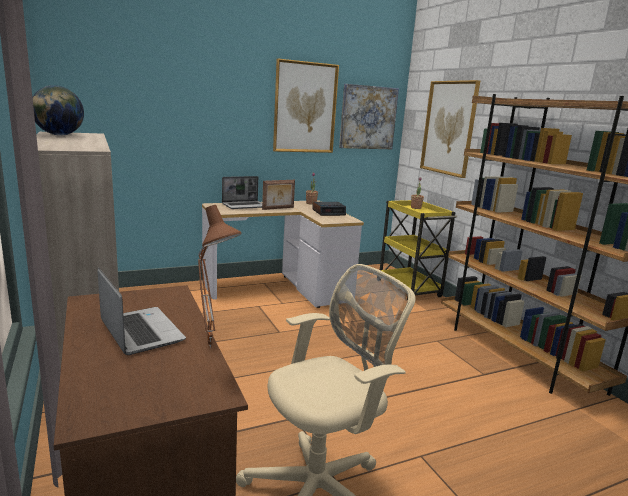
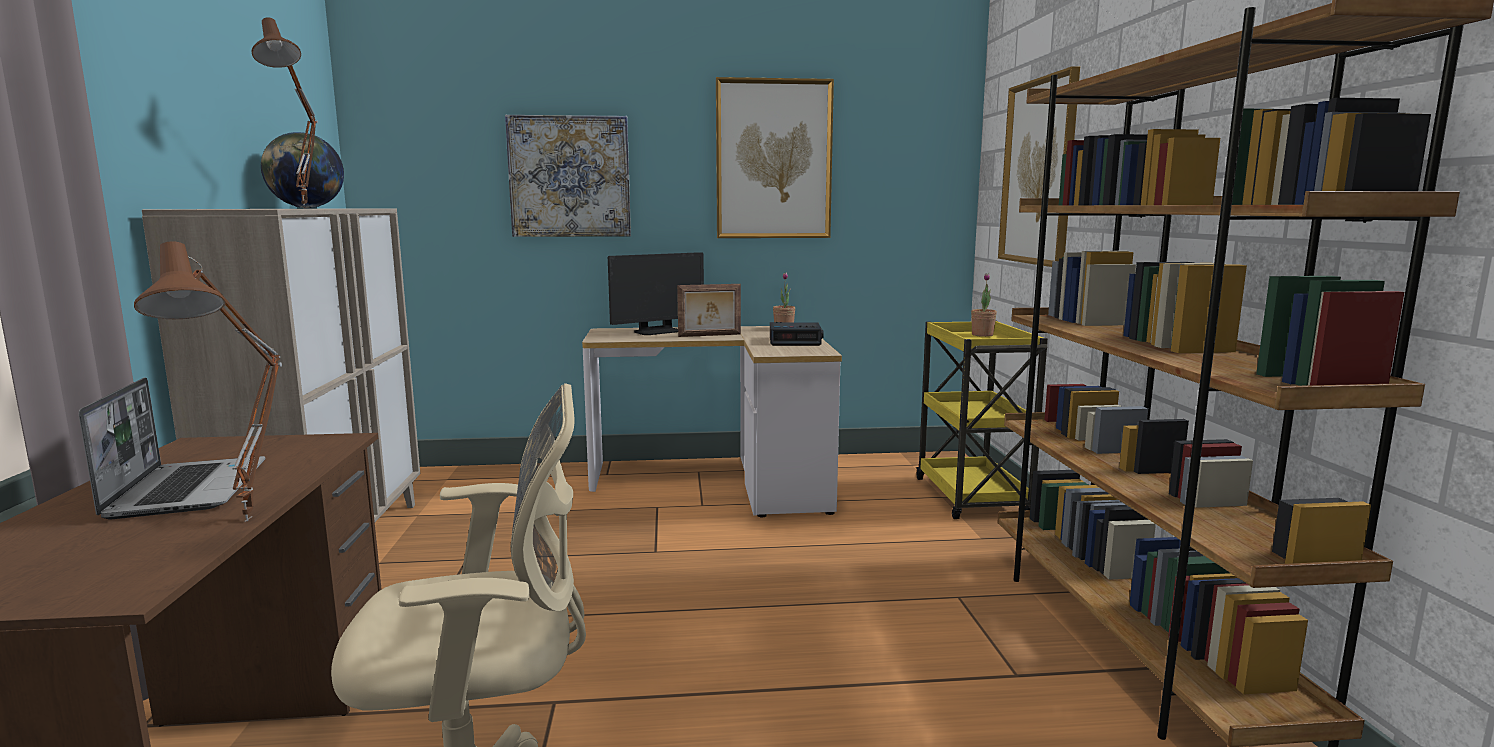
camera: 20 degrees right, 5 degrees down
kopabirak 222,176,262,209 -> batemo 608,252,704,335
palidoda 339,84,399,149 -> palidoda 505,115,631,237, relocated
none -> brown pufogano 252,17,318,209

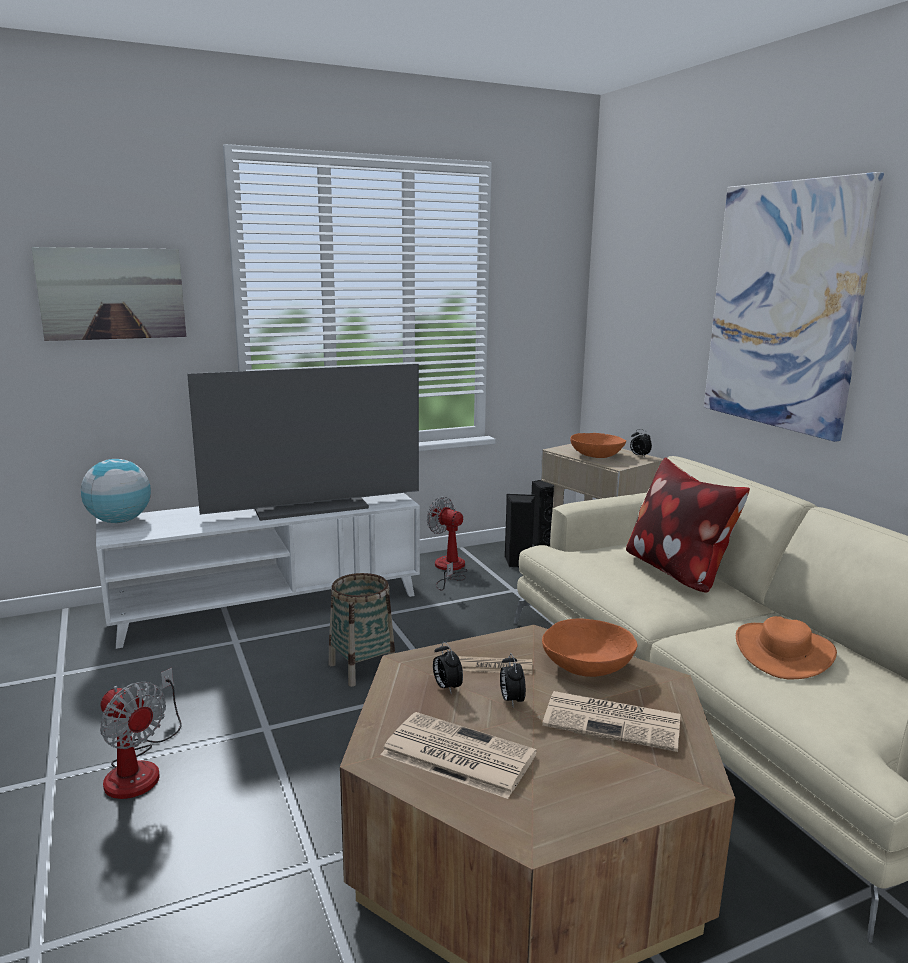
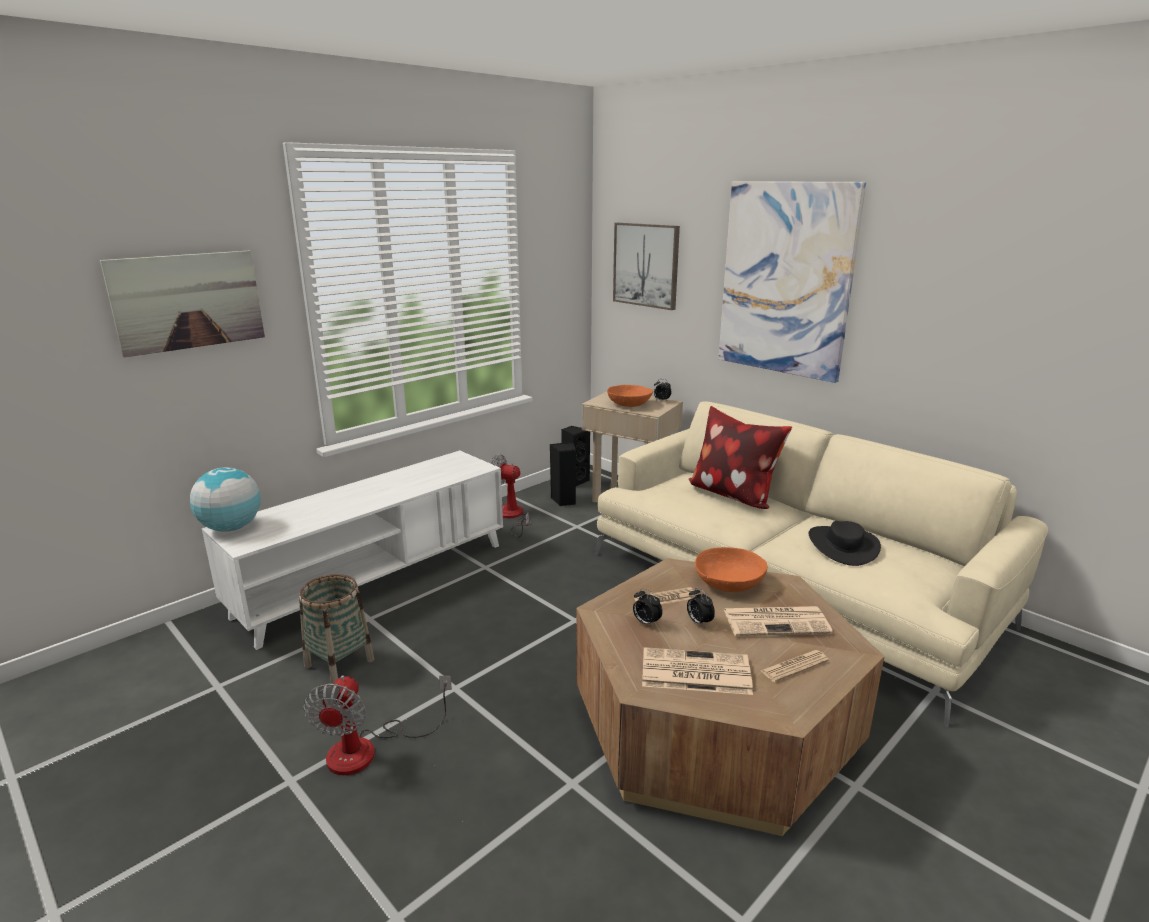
camera: 20 degrees left, 5 degrees up
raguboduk 100,668,182,799 -> raguboduk 304,676,452,775, 75 degrees clockwise
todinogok 187,364,419,521 -> none
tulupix 328,573,395,687 -> tulupix 299,574,374,684, relocated
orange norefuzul 736,616,837,679 -> black norefuzul 809,521,881,566
none -> palidoda 613,223,680,310
none -> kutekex 760,650,829,682

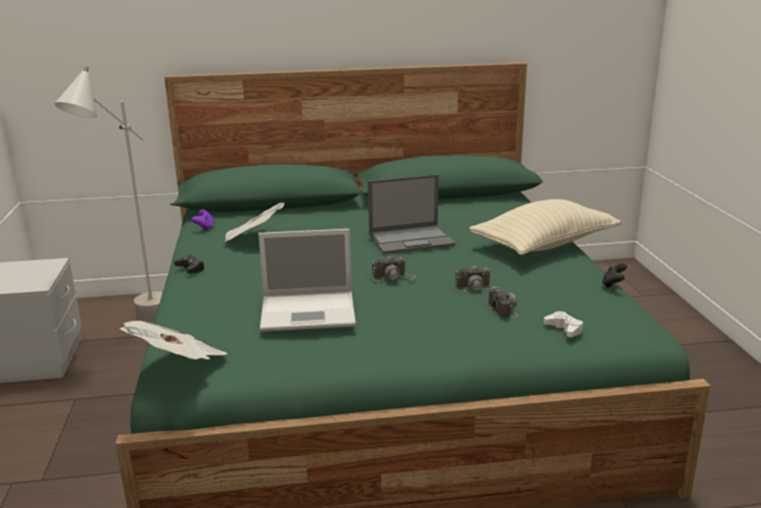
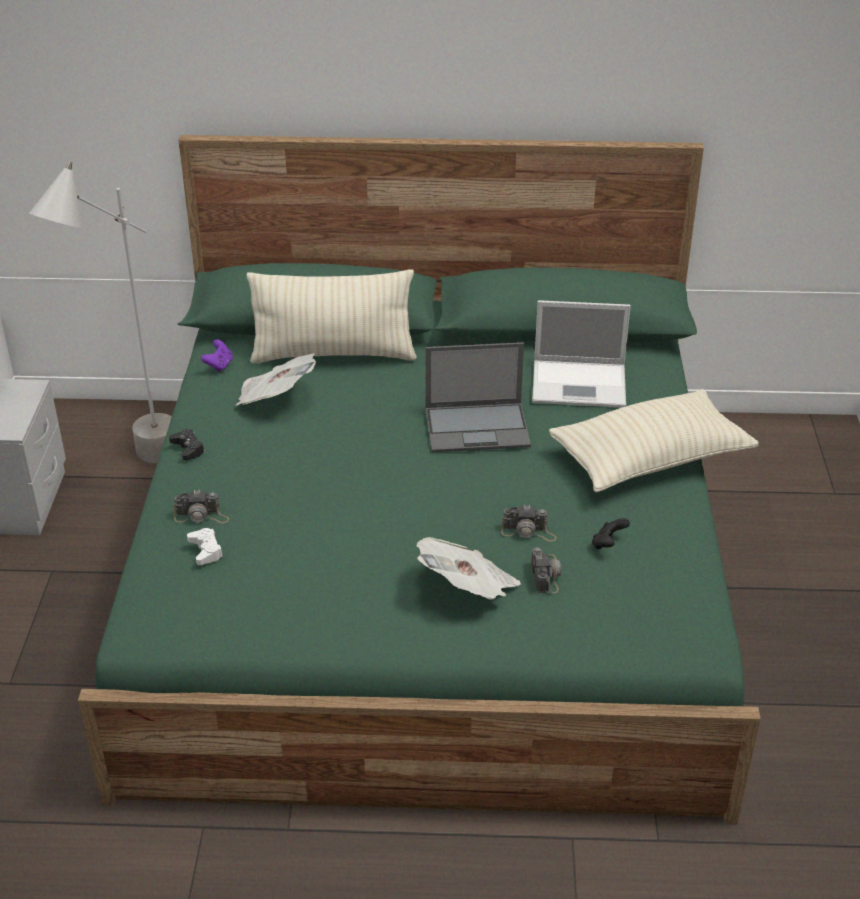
camera: 10 degrees right, 15 degrees up
kutekex 119,321,227,360 -> kutekex 416,537,521,600, relocated
kopabirak 258,229,356,332 -> kopabirak 532,300,631,408, relocated
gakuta 372,255,416,281 -> gakuta 174,489,229,523, relocated
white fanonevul 544,311,583,337 -> white fanonevul 187,528,223,565, relocated
black fanonevul 602,263,627,288 -> black fanonevul 592,518,630,549, relocated
none -> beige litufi 246,270,417,363

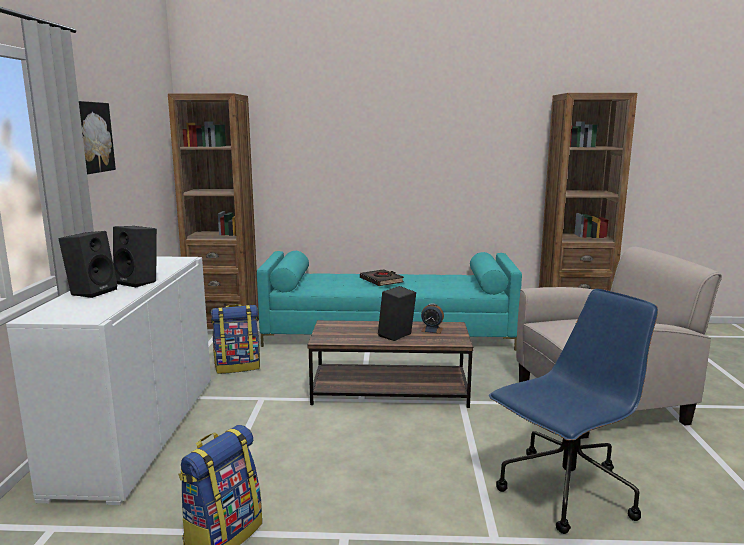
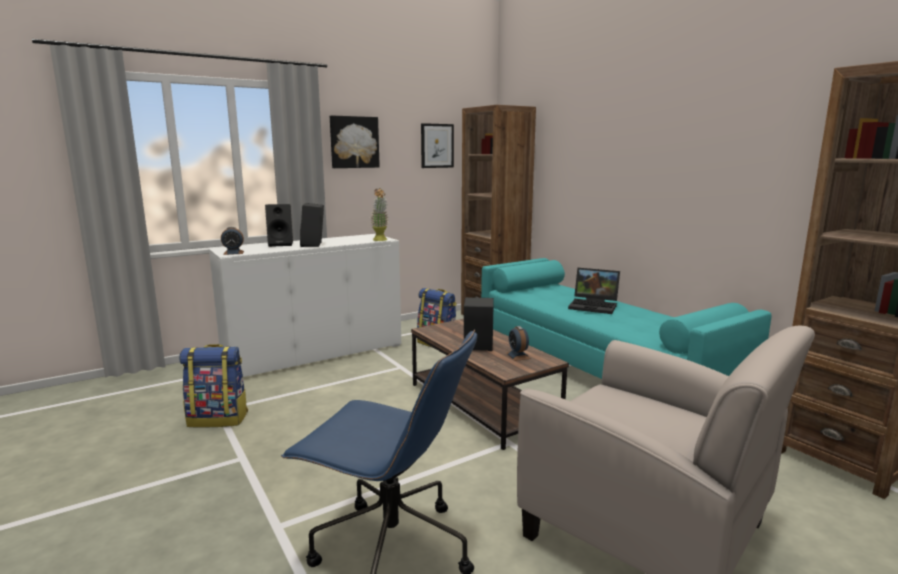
camera: 55 degrees right, 0 degrees up
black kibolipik 360,269,404,286 -> kopabirak 568,268,620,314
none -> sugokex 221,227,244,255
none -> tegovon 370,188,389,241
none -> palidoda 421,123,454,168

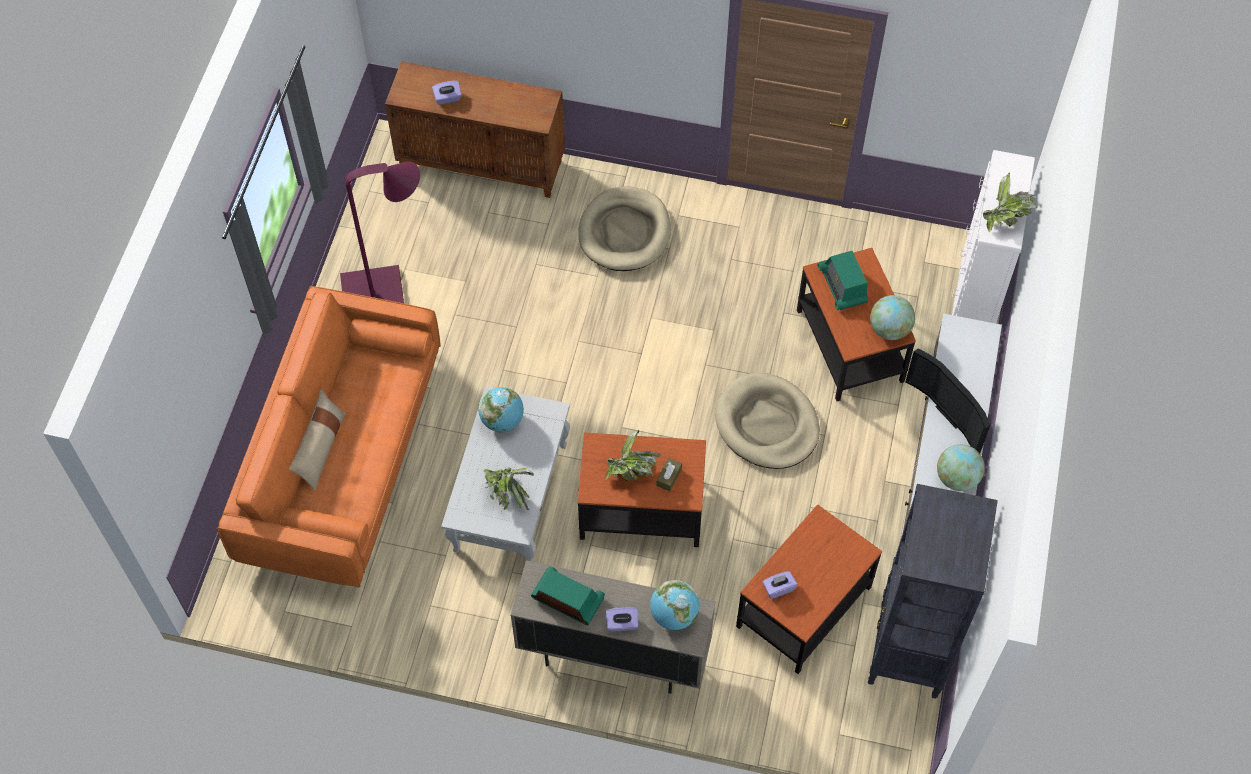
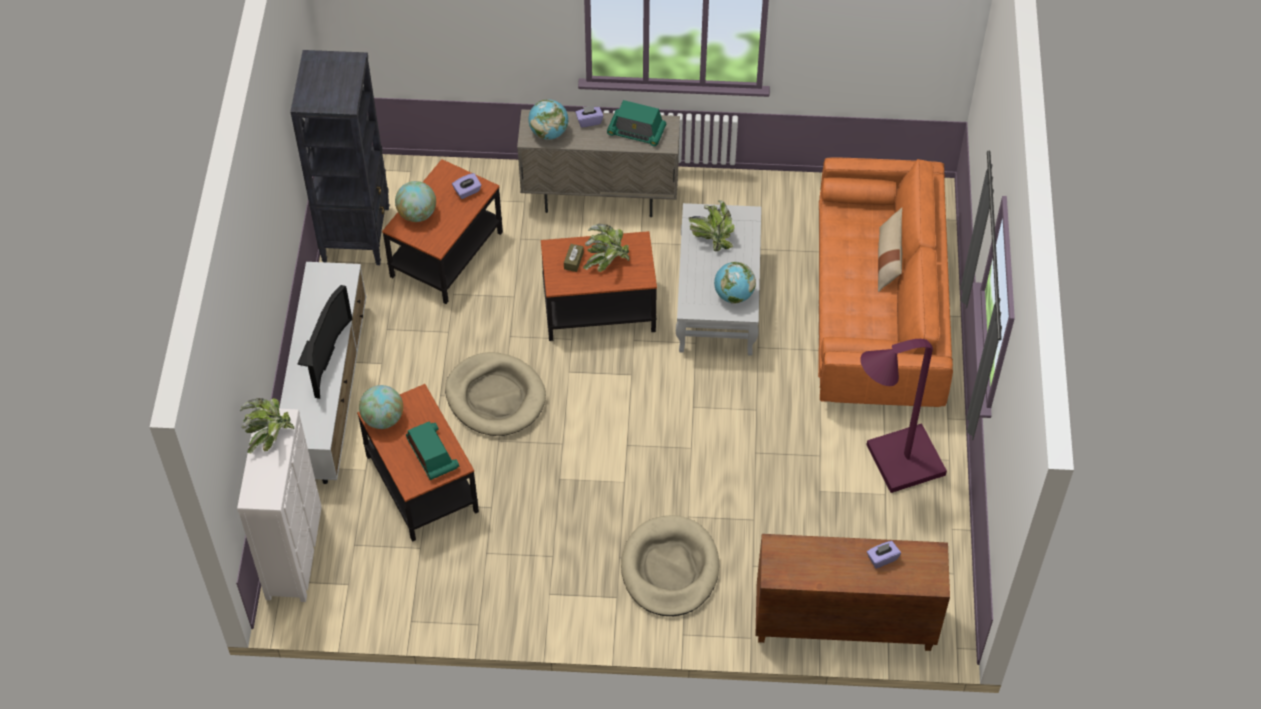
camera: 170 degrees right, 5 degrees down
todinogok 906,349,990,453 -> todinogok 298,285,353,399, 60 degrees clockwise
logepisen 937,444,985,491 -> logepisen 395,181,436,222, relocated

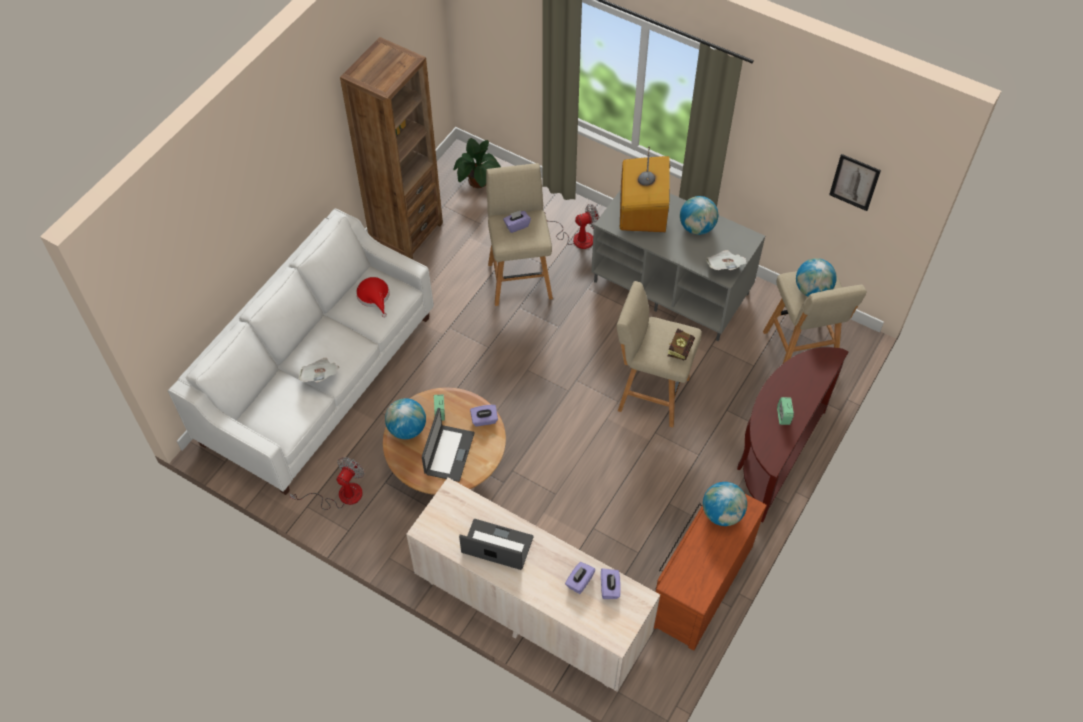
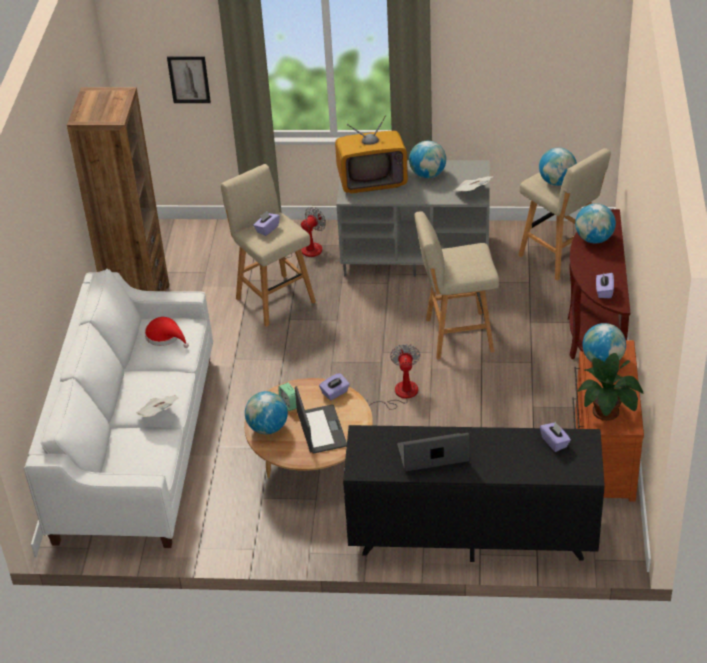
camera: 25 degrees left, 15 degrees down
raguboduk 289,457,364,510 -> raguboduk 365,344,420,410, relocated
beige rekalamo 406,478,660,692 -> black rekalamo 343,425,605,562
tegovon 453,138,501,188 -> tegovon 577,353,643,421, relocated
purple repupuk 565,562,596,594 -> purple repupuk 596,273,614,298, relocated
todinogok 620,146,671,232 -> todinogok 335,115,408,194, 105 degrees clockwise
kibolipik 668,329,695,360 -> none
sugokex 777,397,794,425 -> none
palidoda 829,154,881,211 -> palidoda 167,56,211,103, relocated
none -> logepisen 575,203,616,243

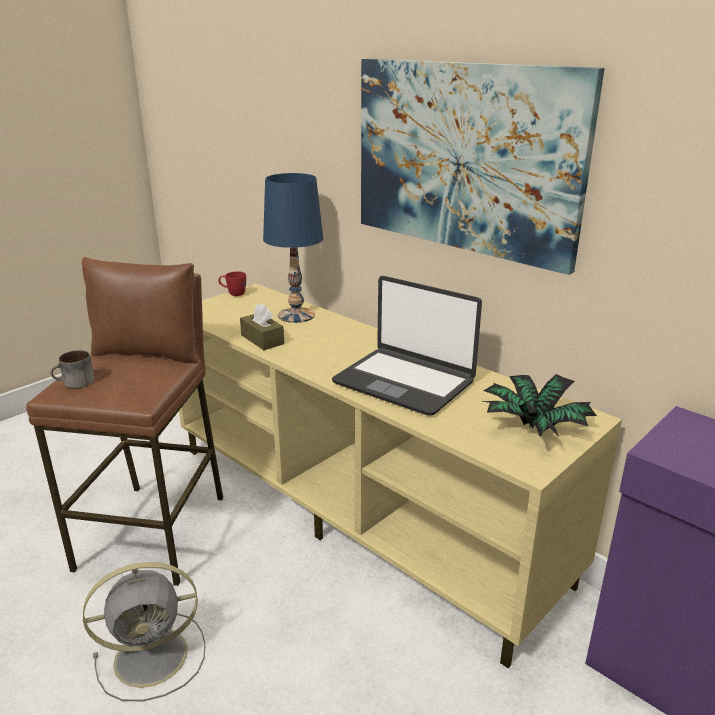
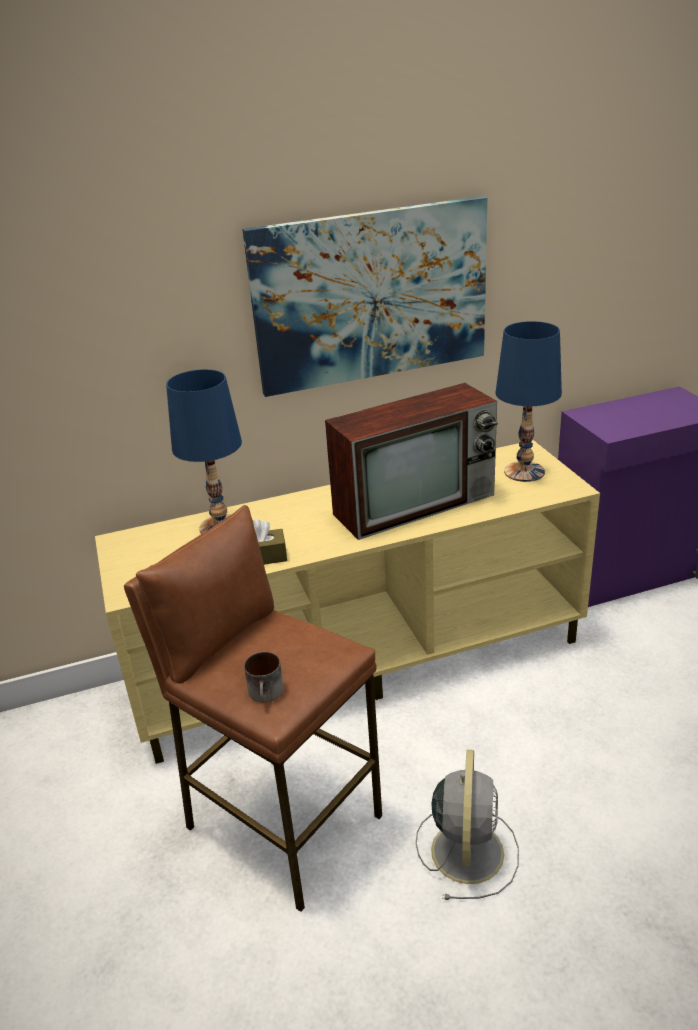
camera: 60 degrees left, 5 degrees up
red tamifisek 218,271,246,296 -> none
kopabirak 332,276,482,416 -> todinogok 325,383,498,540
tegovon 480,374,597,437 -> blue pufogano 496,321,562,482

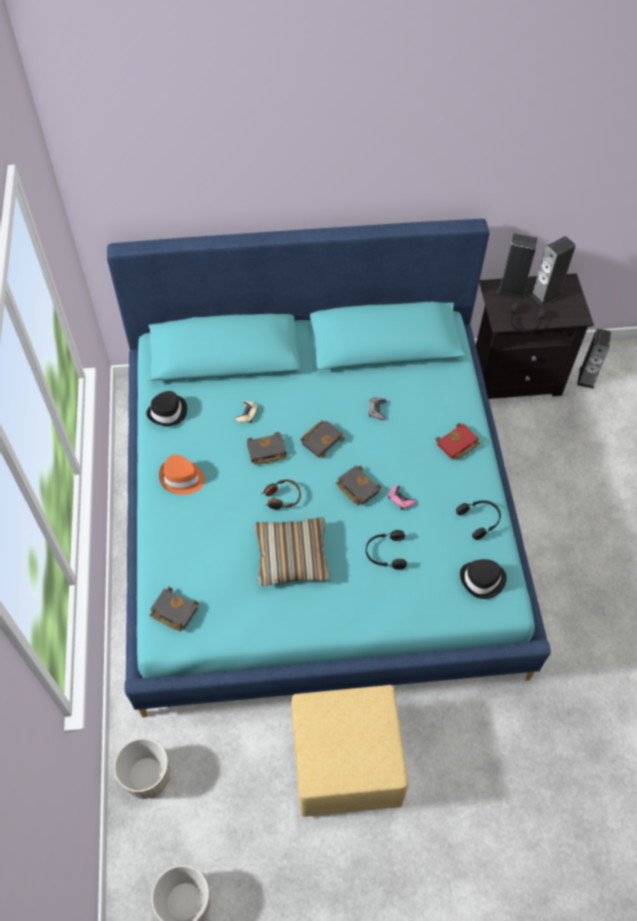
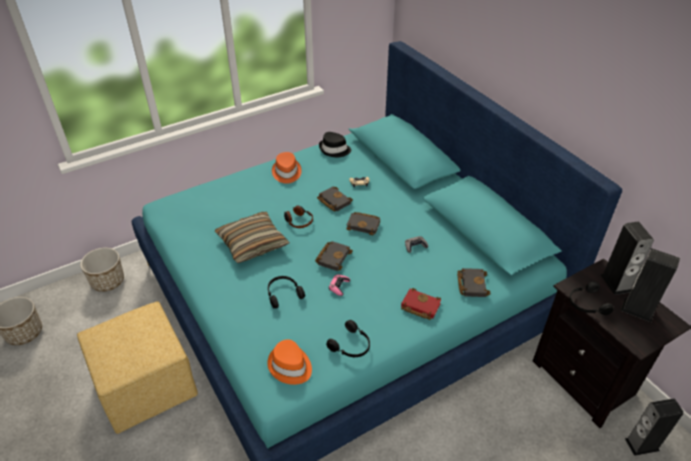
camera: 65 degrees right, 15 degrees down
black kibolipik 150,587,199,632 -> black kibolipik 457,268,490,297, relocated
black norefuzul 460,559,507,599 -> orange norefuzul 267,339,312,385

